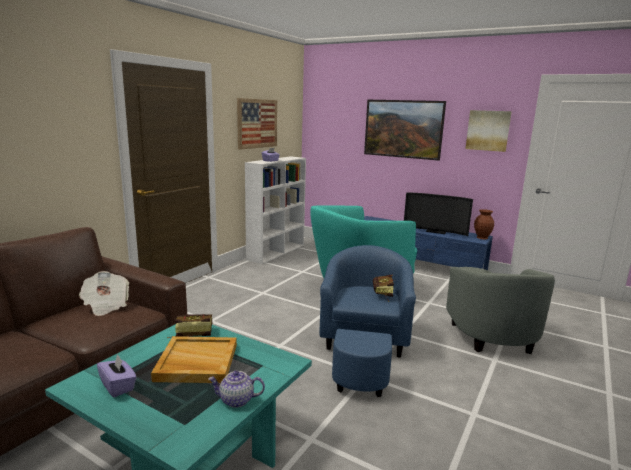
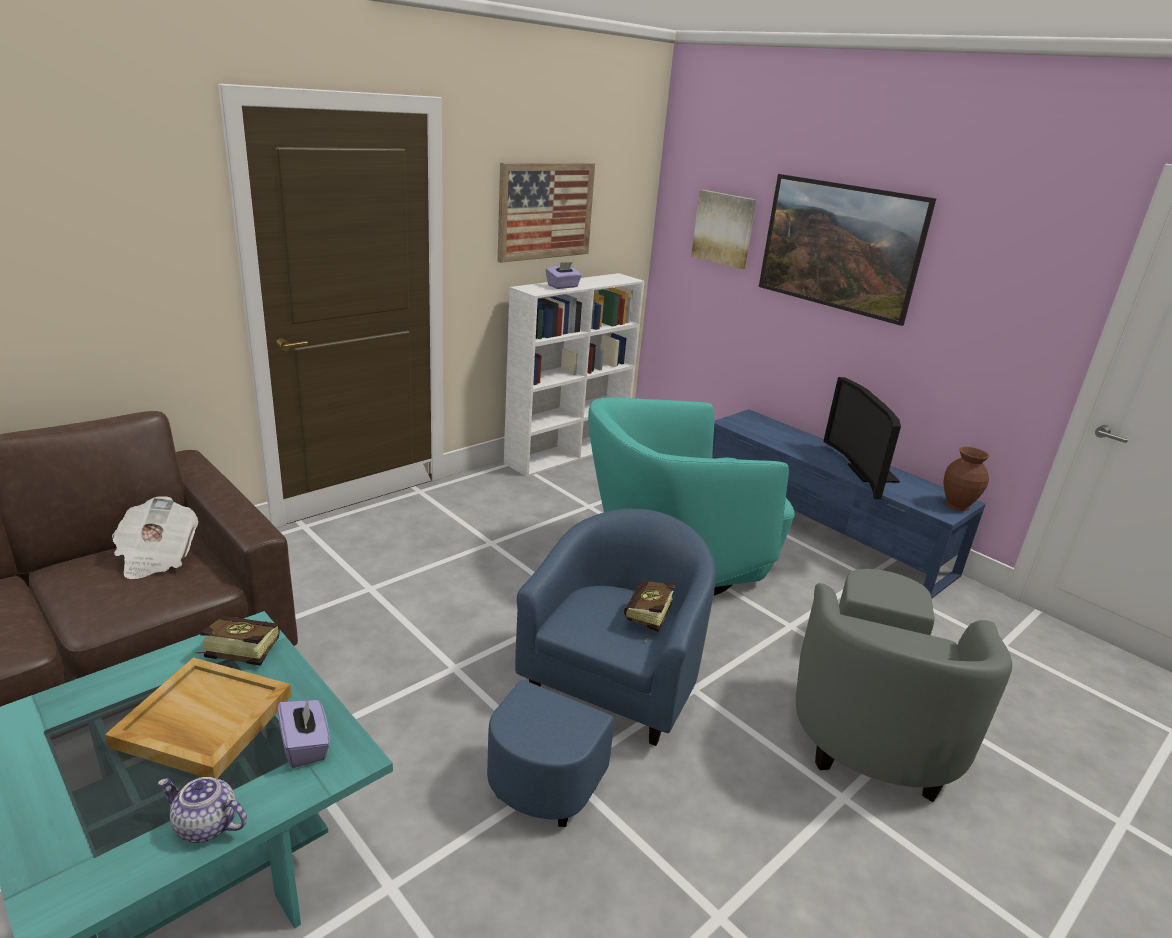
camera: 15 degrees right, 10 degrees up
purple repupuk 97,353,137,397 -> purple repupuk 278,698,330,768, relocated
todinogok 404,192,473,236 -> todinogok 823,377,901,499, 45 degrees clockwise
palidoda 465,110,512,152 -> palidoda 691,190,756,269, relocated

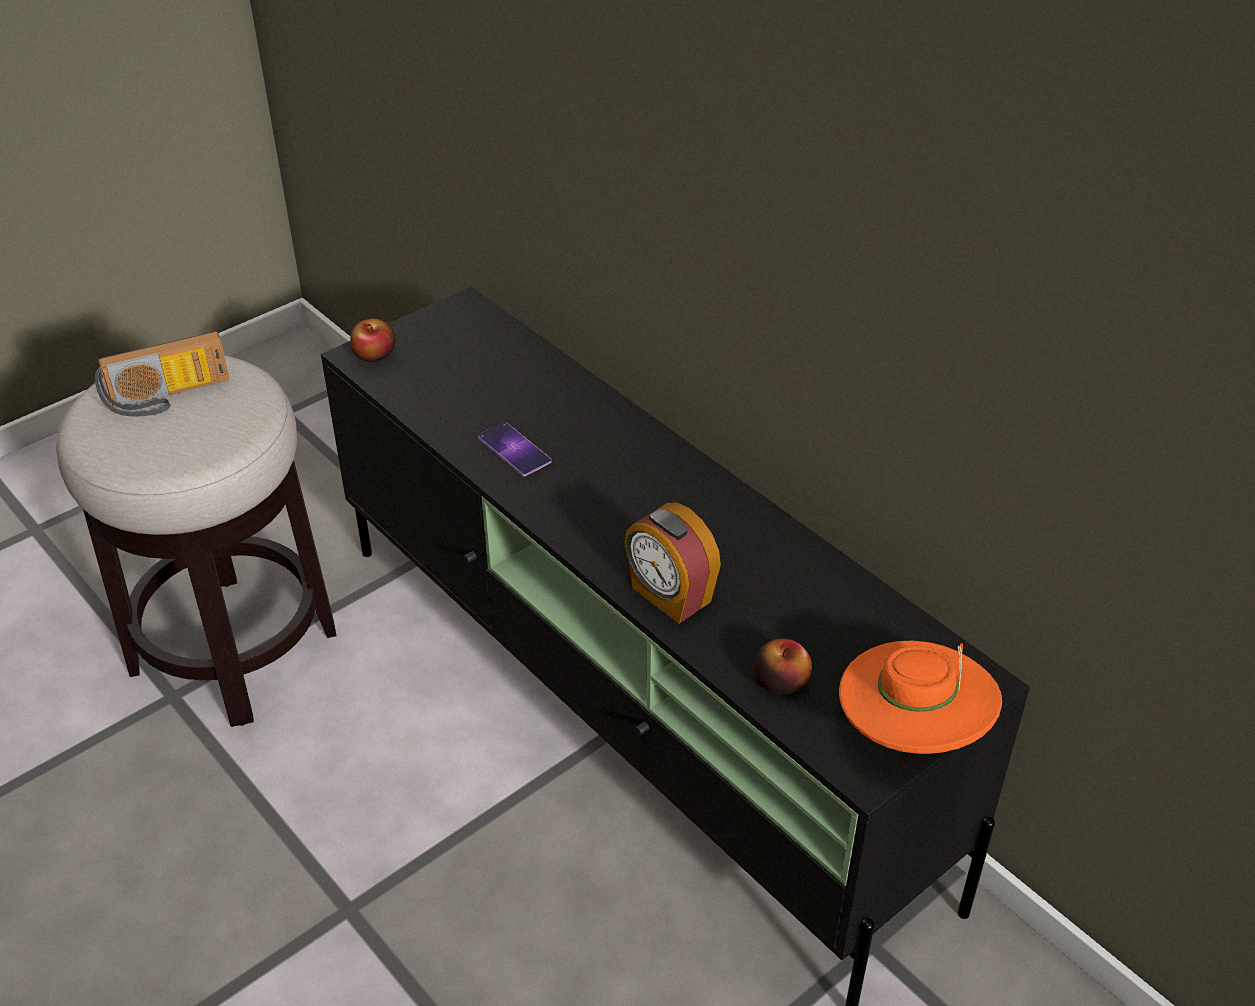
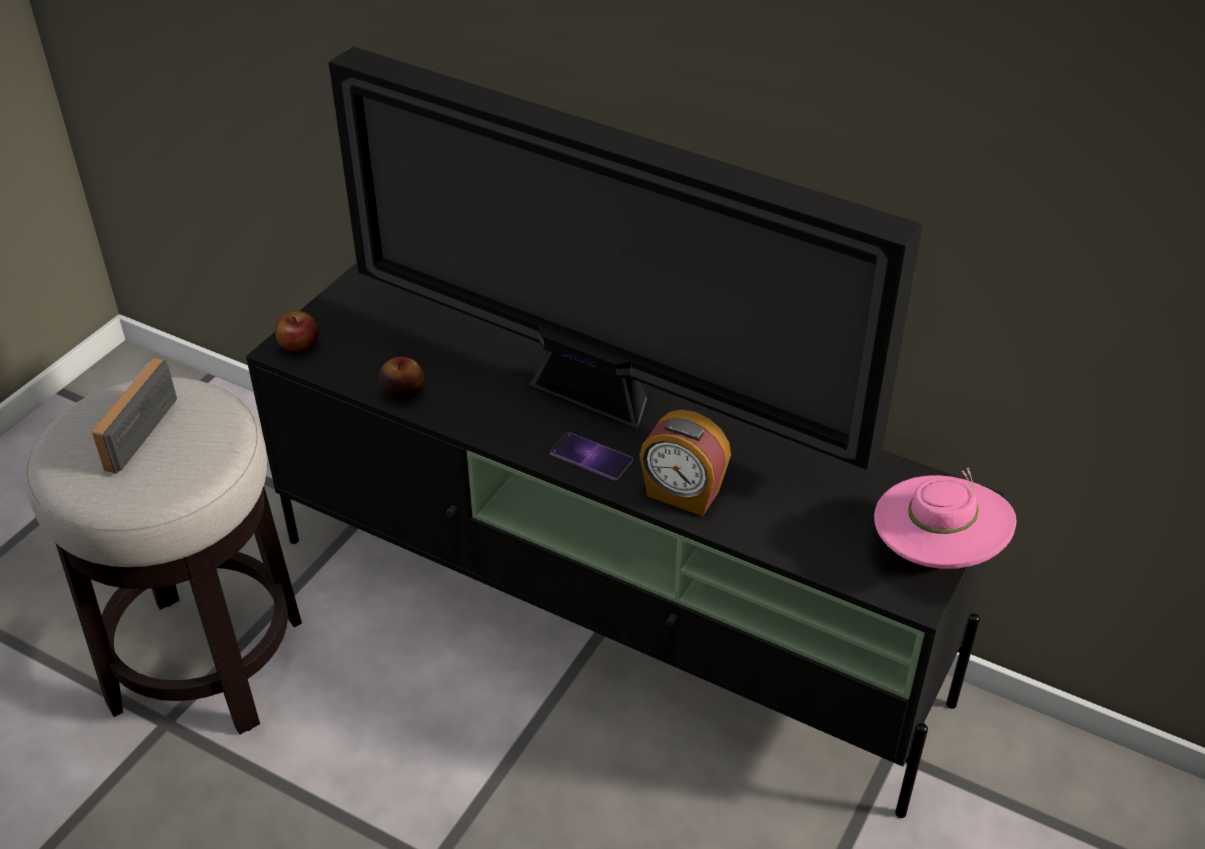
camera: 20 degrees left, 0 degrees up
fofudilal 95,331,229,417 -> fofudilal 92,358,177,474, 150 degrees clockwise
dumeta 478,422,552,477 -> dumeta 550,432,633,480, relocated
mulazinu 754,638,812,695 -> mulazinu 378,357,424,400, relocated
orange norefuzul 839,641,1002,754 -> pink norefuzul 874,468,1016,569
none -> todinogok 329,46,923,470

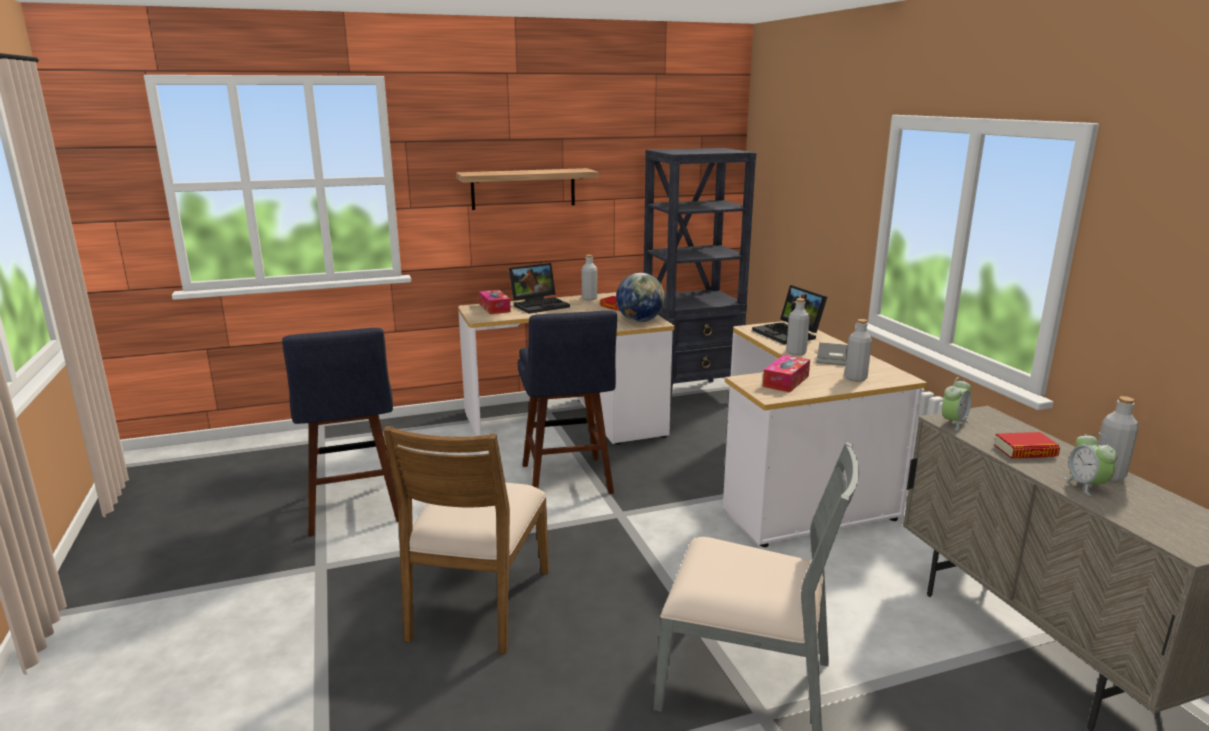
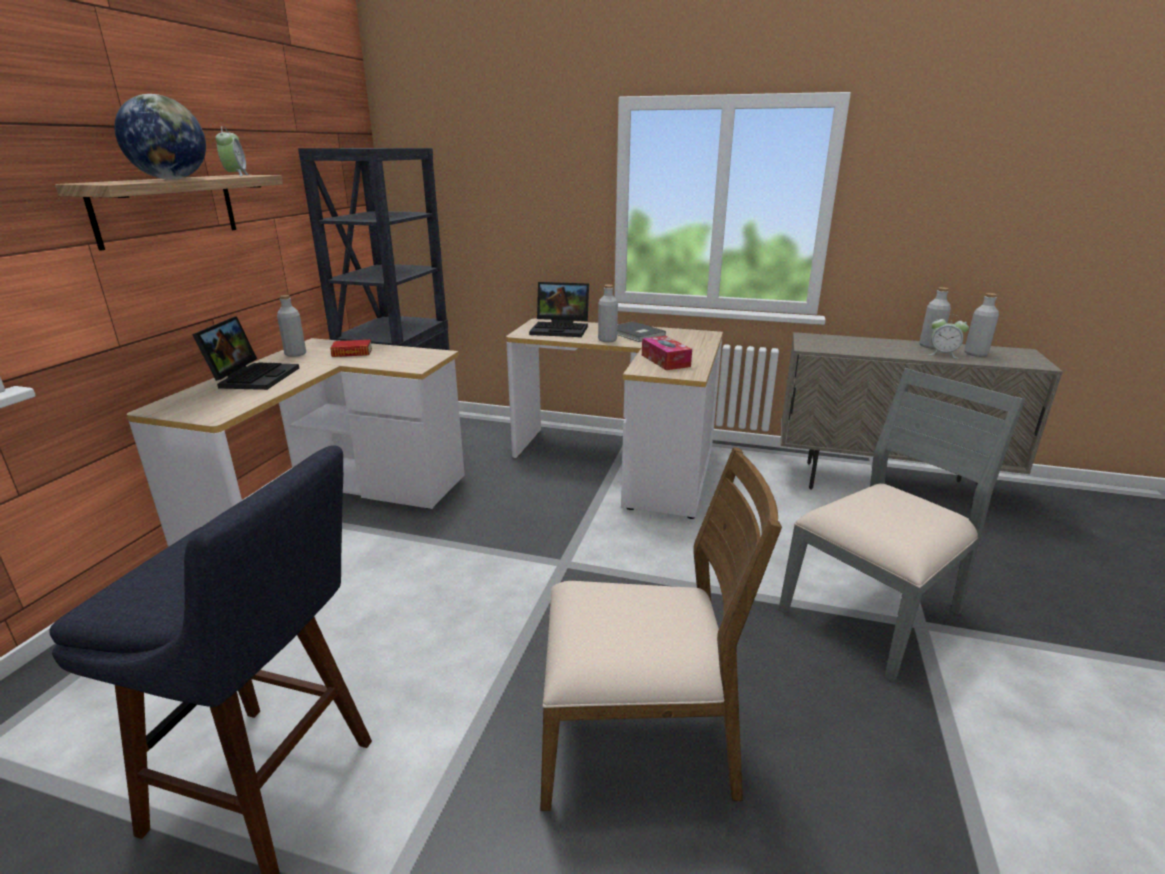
camera: 55 degrees left, 5 degrees up
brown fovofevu 383,426,549,654 -> brown fovofevu 540,447,782,811, 45 degrees counterclockwise
repupuk 479,290,511,314 -> none
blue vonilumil 518,311,617,494 -> none
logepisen 616,273,665,322 -> logepisen 114,94,206,180, relocated
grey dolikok 845,319,872,382 -> grey dolikok 964,293,999,357, relocated
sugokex 942,377,971,430 -> sugokex 215,126,249,176, relocated
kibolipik 994,432,1060,459 -> none

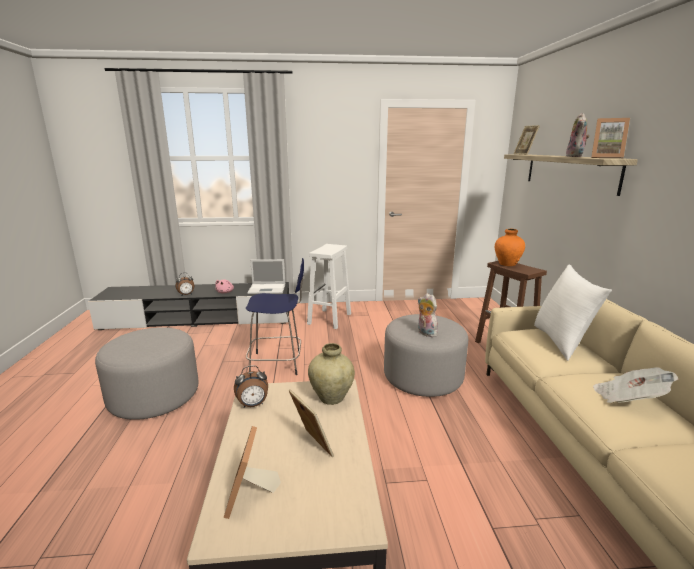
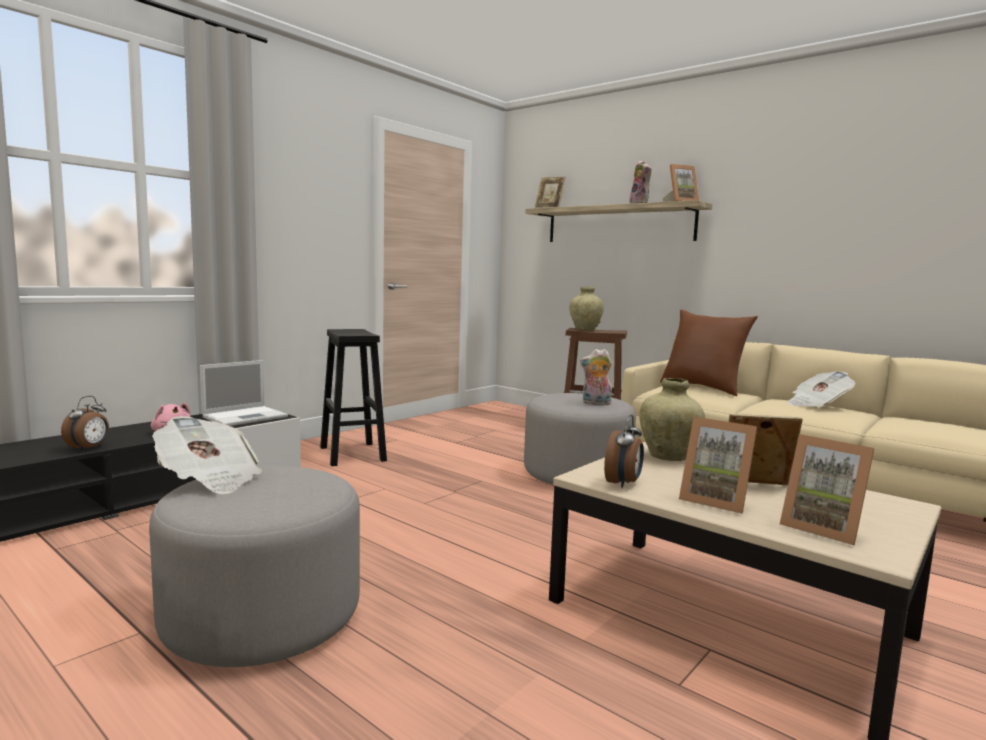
camera: 45 degrees left, 10 degrees down
blue vonilumil 246,258,304,375 -> none
white vonilumil 307,244,351,329 -> black vonilumil 320,329,387,466
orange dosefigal 495,228,525,266 -> beige dosefigal 569,286,604,330
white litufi 534,265,612,361 -> brown litufi 660,310,758,396
none -> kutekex 152,416,262,494
none -> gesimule 679,417,757,514

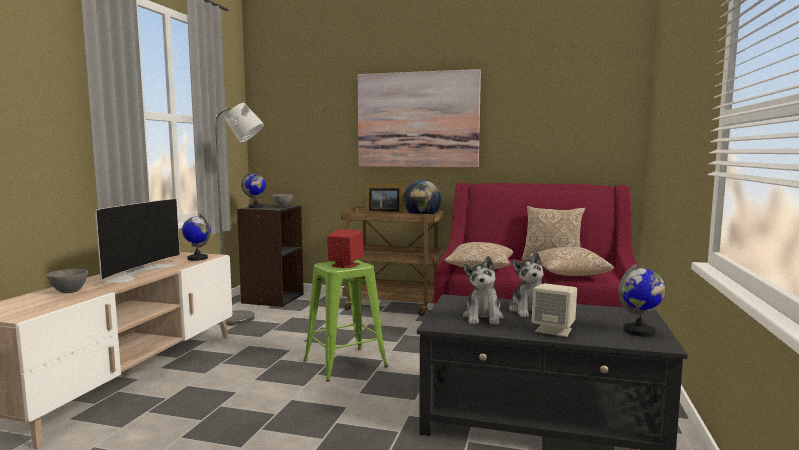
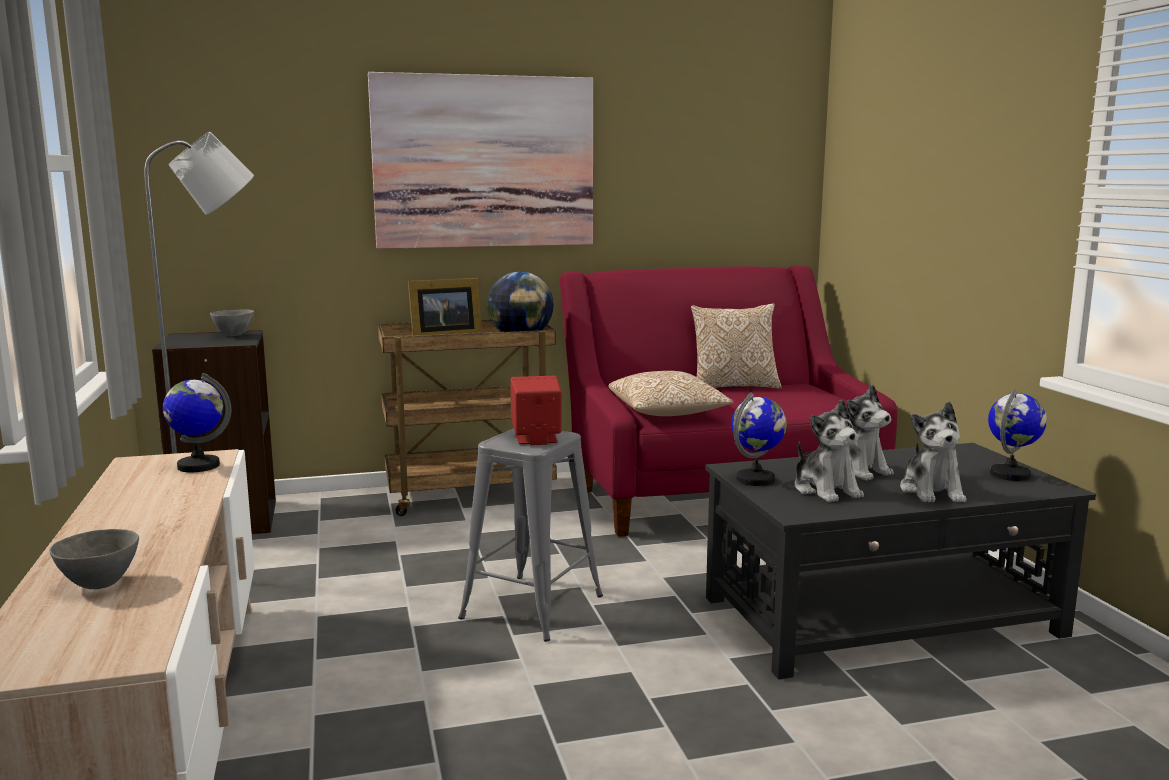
camera: 30 degrees left, 5 degrees up
todinogok 95,199,180,283 -> none
logepisen 241,172,266,208 -> logepisen 732,392,787,486, relocated
green vonilumil 303,260,388,381 -> grey vonilumil 458,428,603,642
litufi 529,247,614,276 -> none
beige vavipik 531,283,577,337 -> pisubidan 900,401,966,502

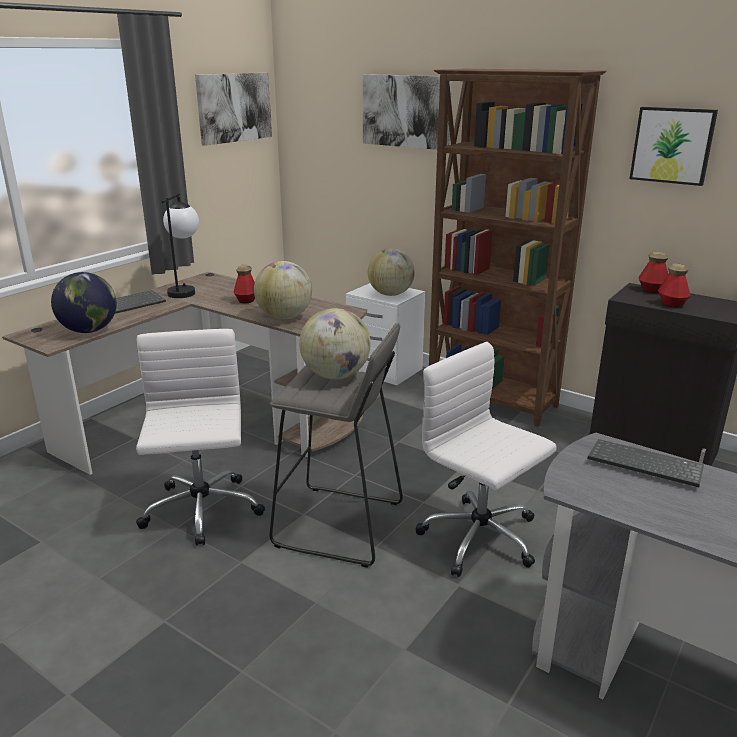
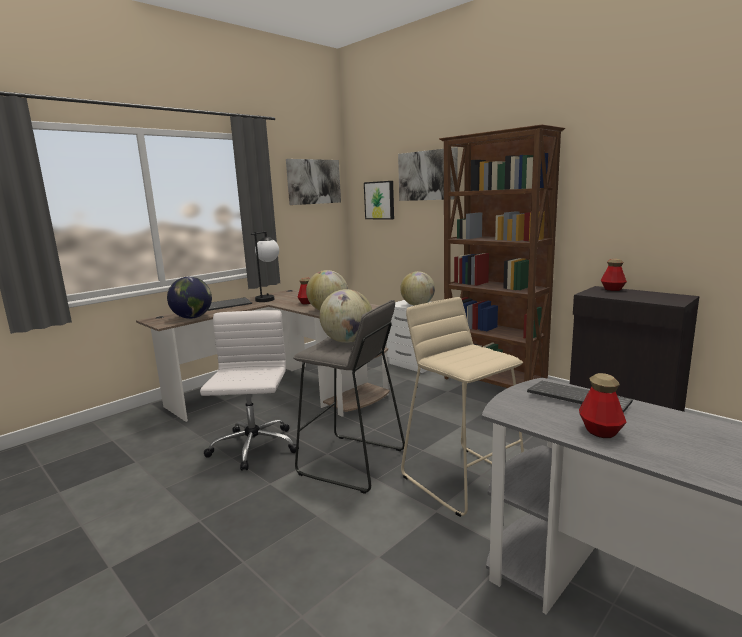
camera: 10 degrees right, 10 degrees down
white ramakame 415,342,557,577 -> beige vonilumil 401,297,524,517
palidoda 630,107,718,186 -> palidoda 364,181,394,220, relocated
dolikok 658,264,691,308 -> dolikok 579,373,627,438, relocated

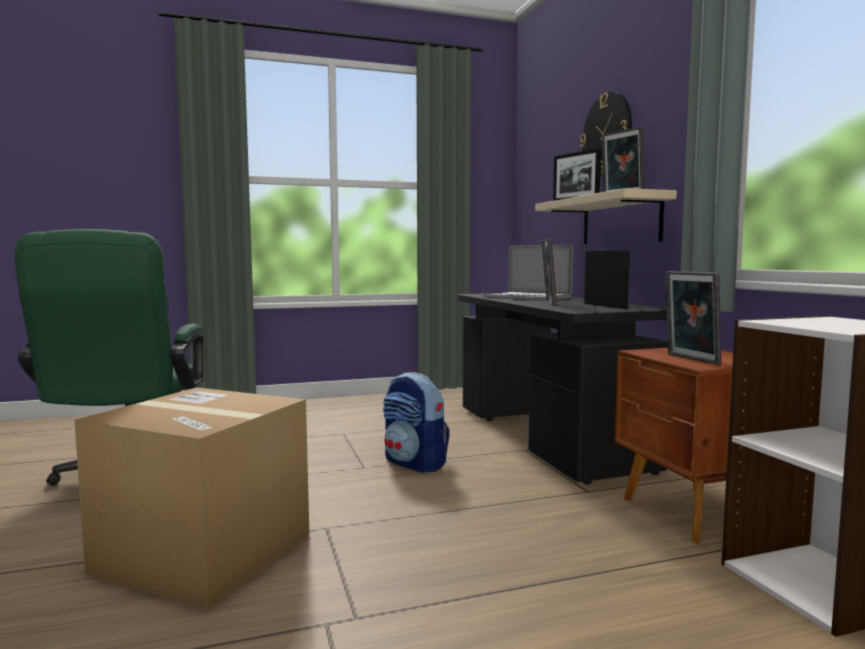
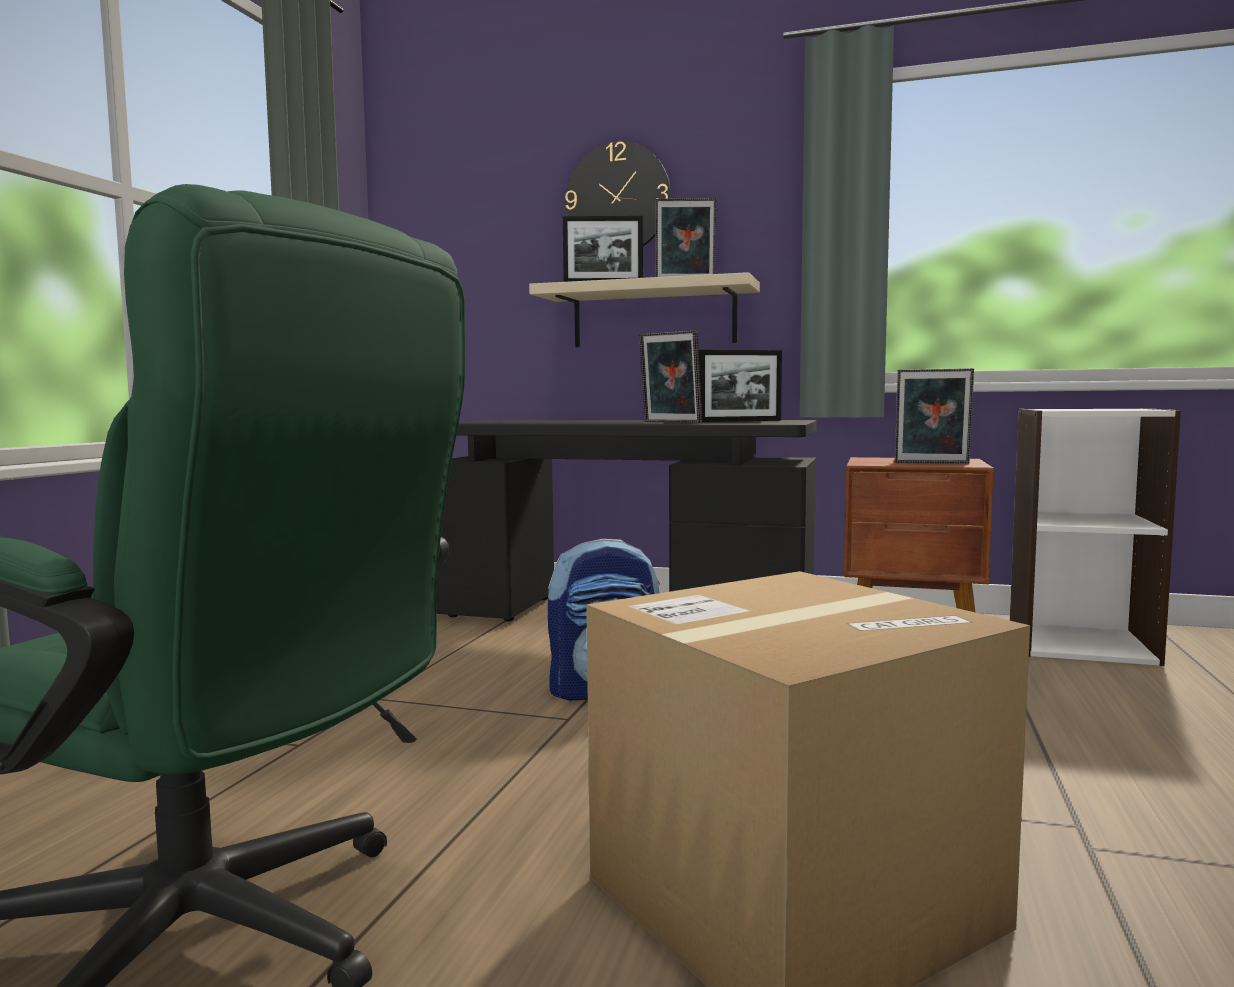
camera: 55 degrees left, 0 degrees up
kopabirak 483,245,573,300 -> none
gesimule 584,250,630,309 -> gesimule 699,350,782,422, 150 degrees clockwise

